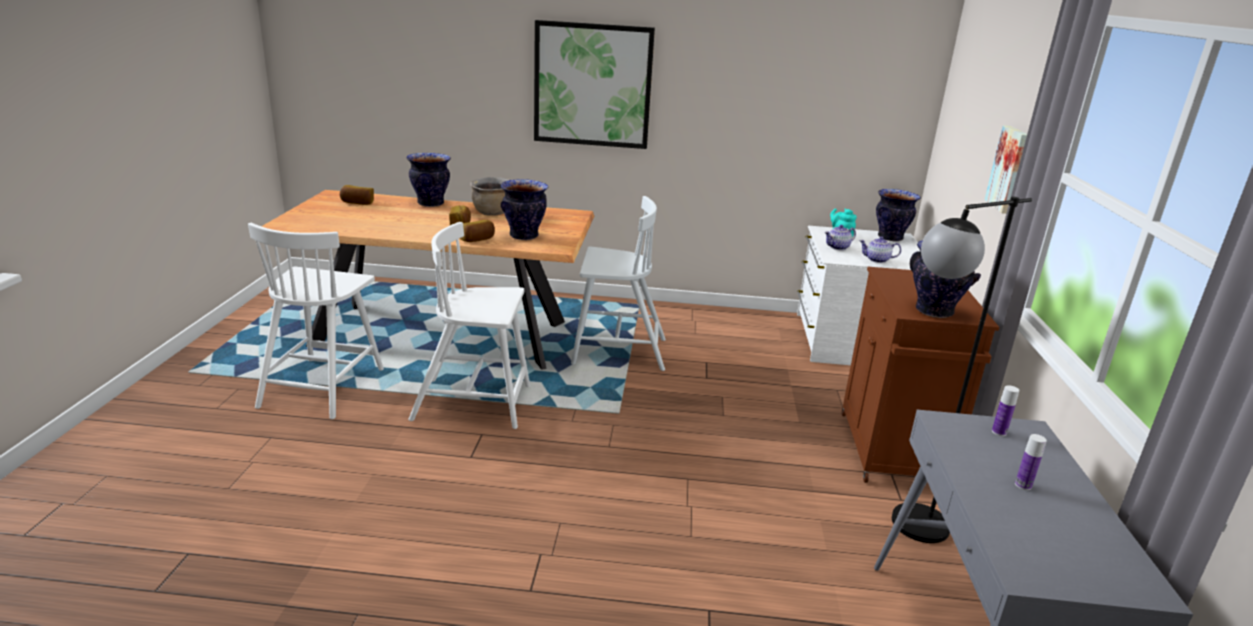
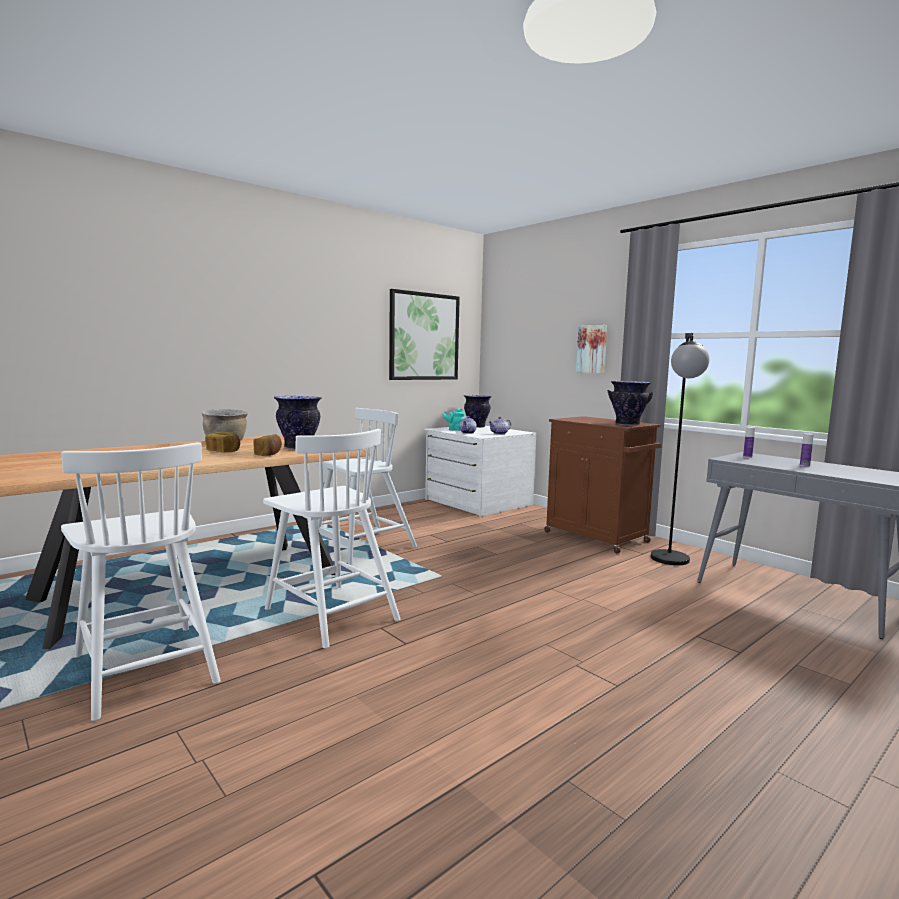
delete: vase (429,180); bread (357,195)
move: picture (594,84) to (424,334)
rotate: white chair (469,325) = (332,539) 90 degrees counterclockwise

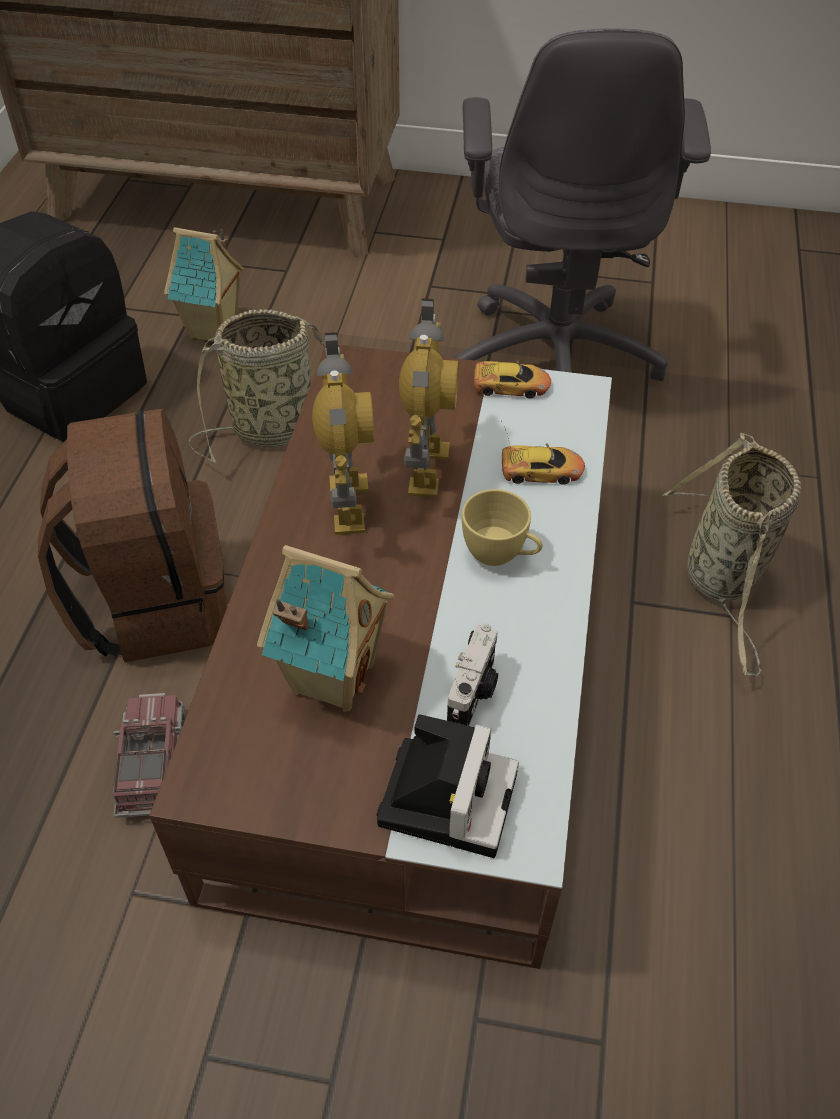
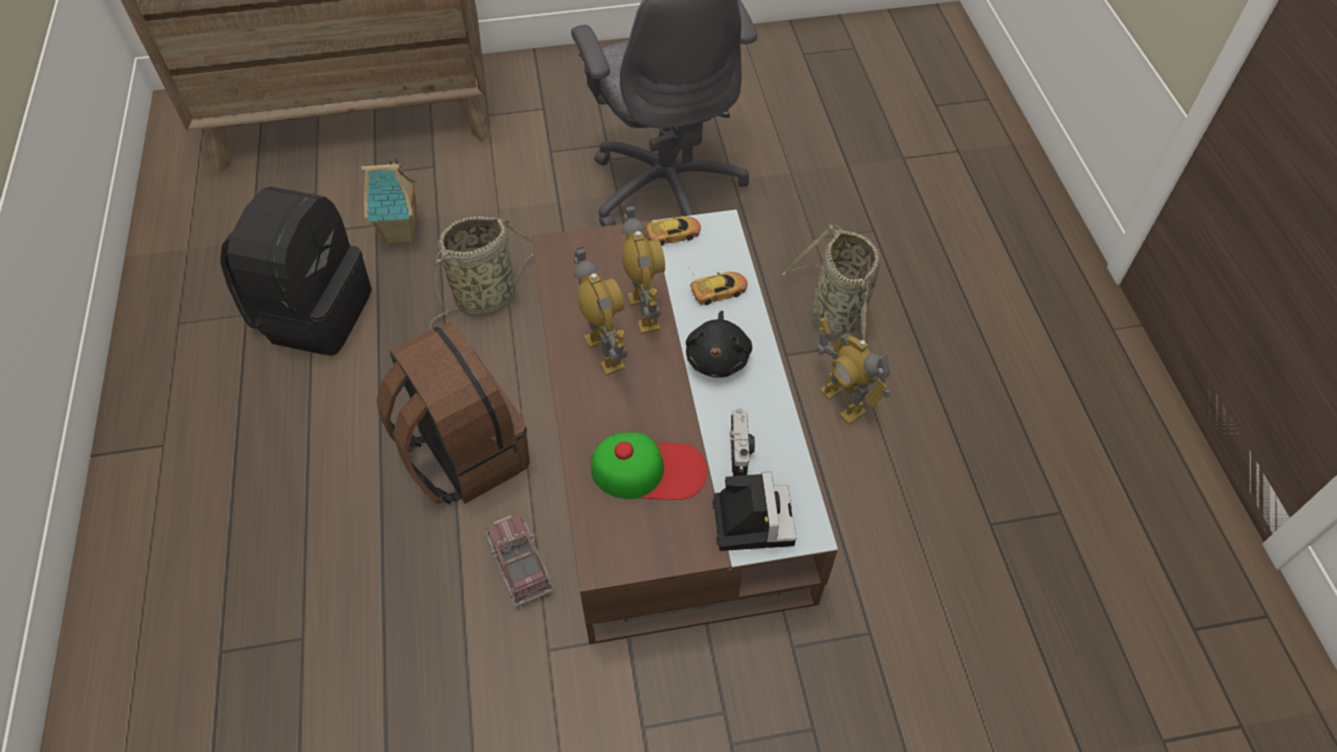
insert: toy robot (853,370)
replace: yellow cup (502,527) to black plush toy (719,344); toy house (325,628) to cap (649,466)

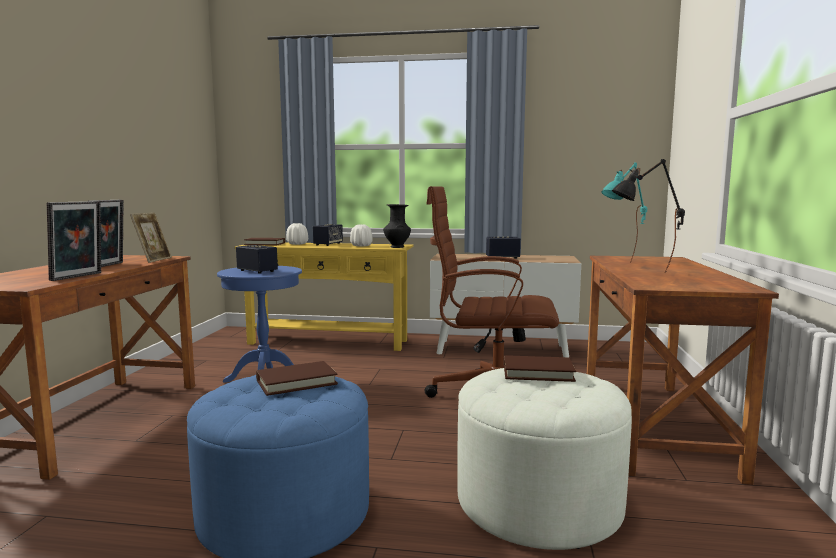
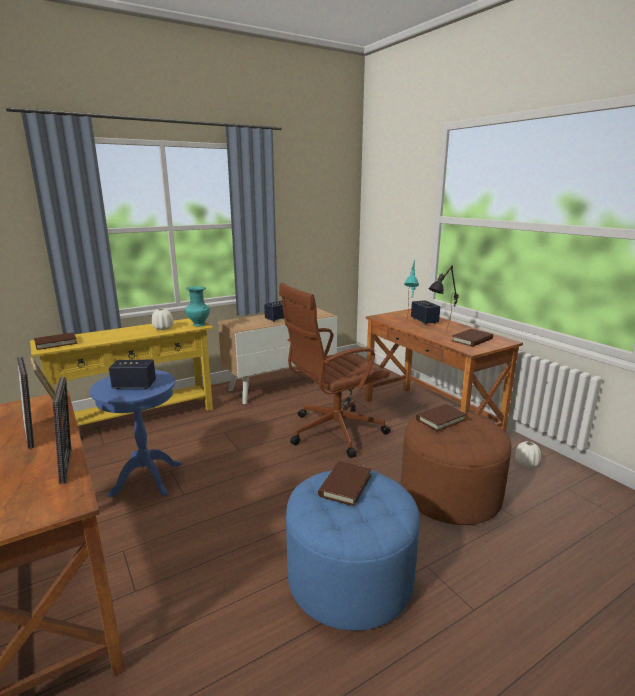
insert: brown book (472,338)
move: white vase (297,234) to (528,454); speaker (328,235) to (425,312)
recolor: black vase (397,226) to turquoise vase (197,306); white ottoman (544,459) to brown ottoman (456,468)

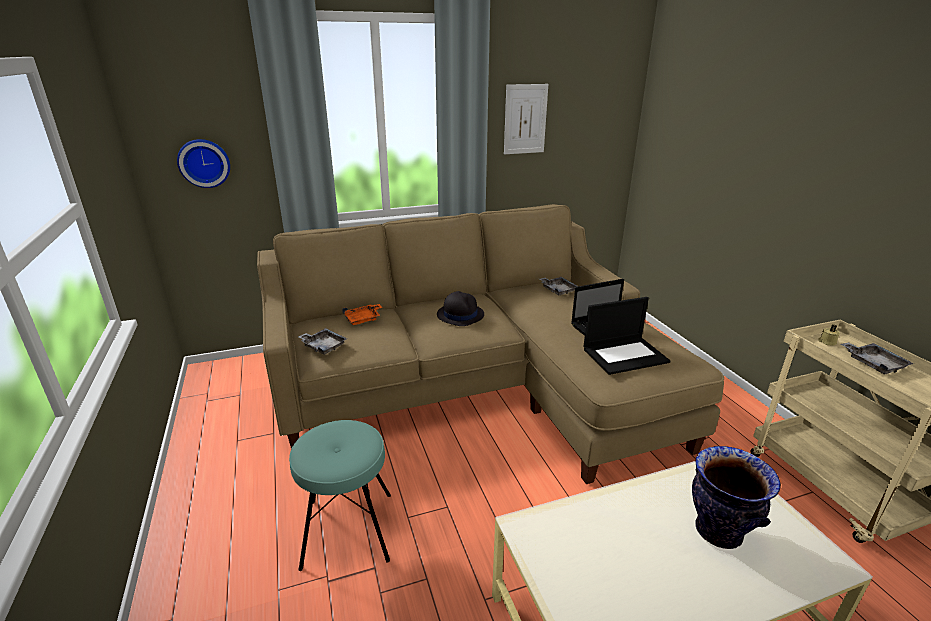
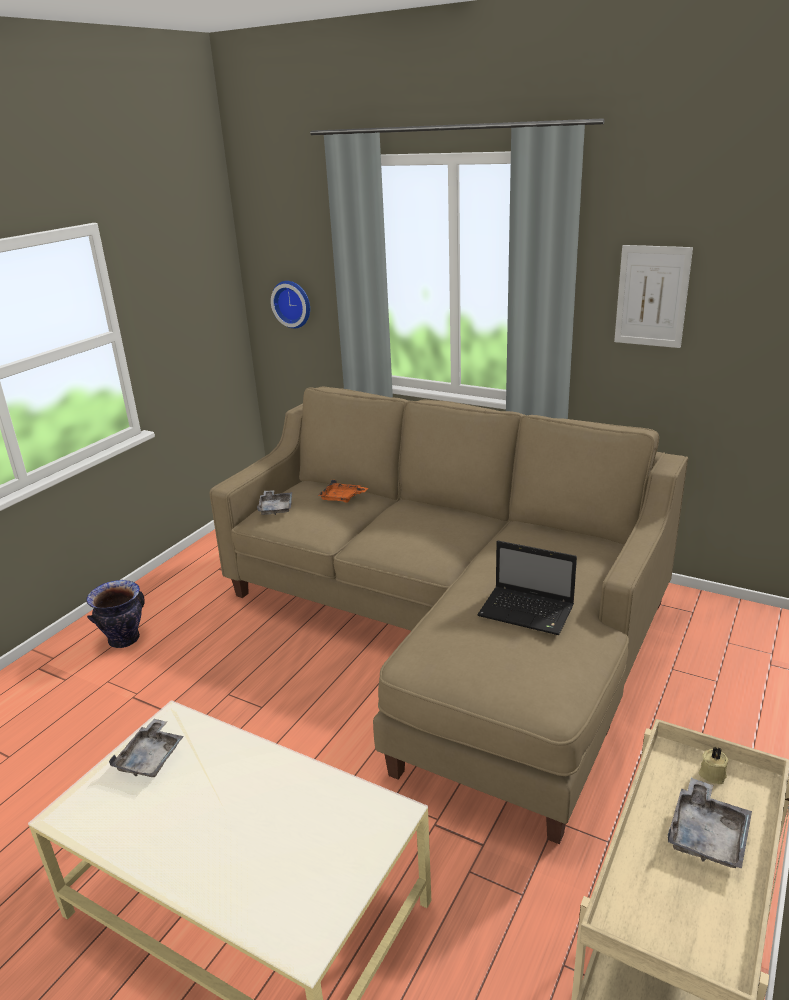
delete: black hat (460,308); laptop (627,336); turquoise stool (340,495)
move: grey tray (558,286) to (146,748); vase (736,497) to (115,614)

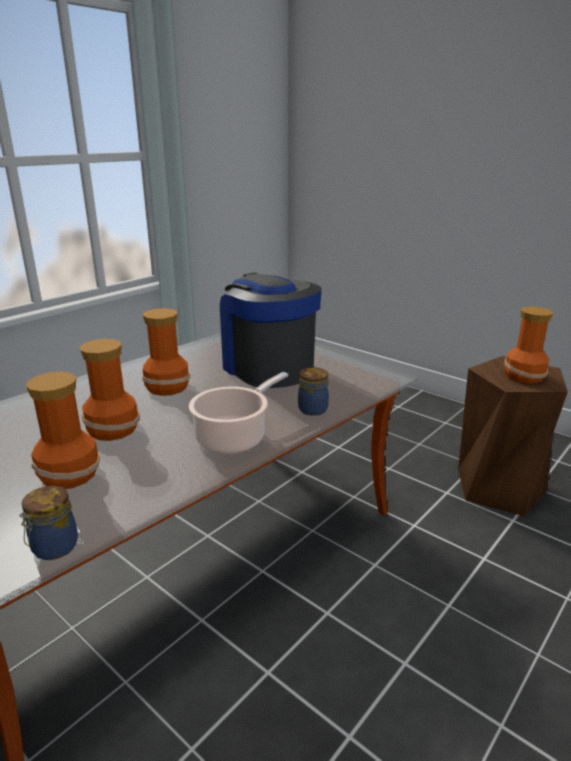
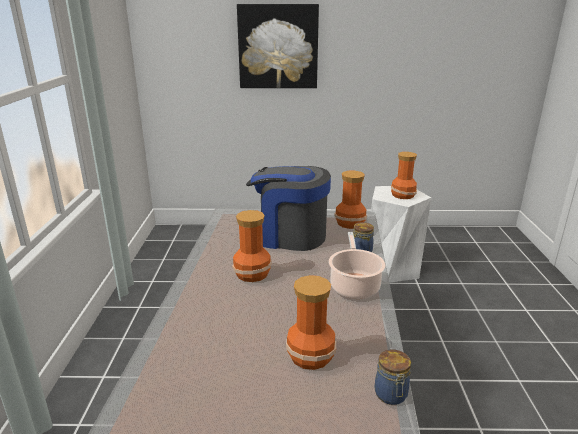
insert: picture (278,46)
move: vase (110,390) to (351,199)
recolor: brown stool (513,436) to white stool (401,234)

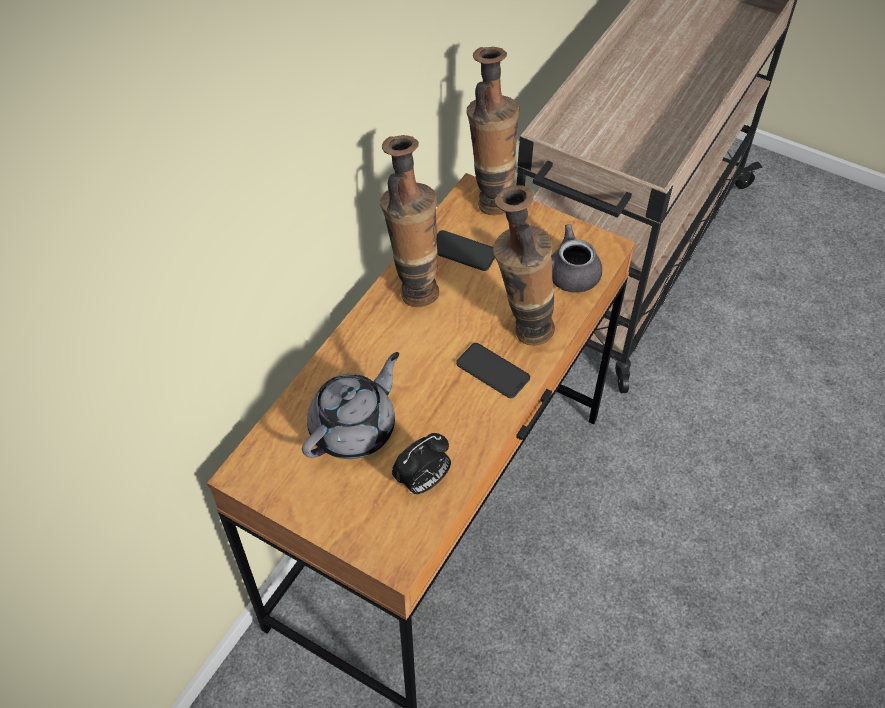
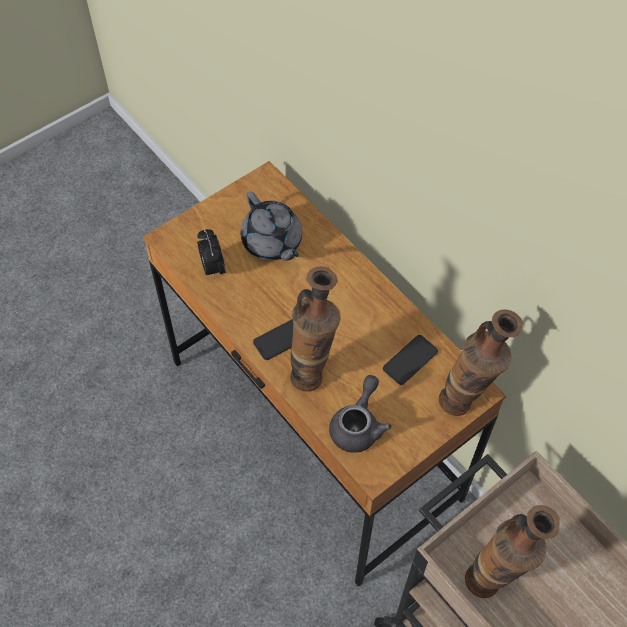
move: vase (409,221) to (512,551)

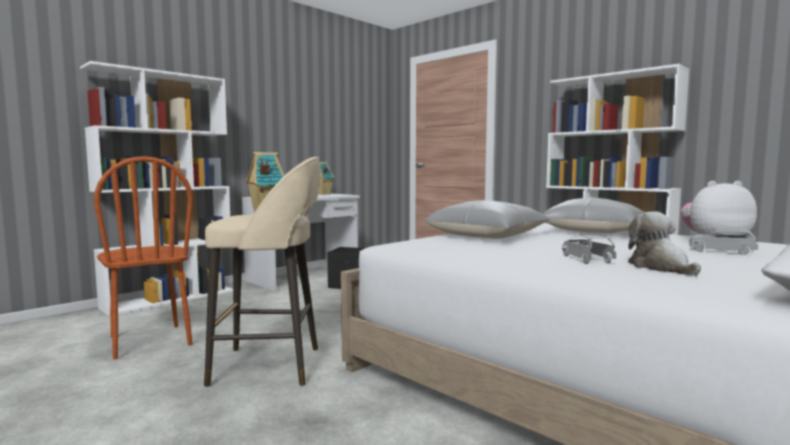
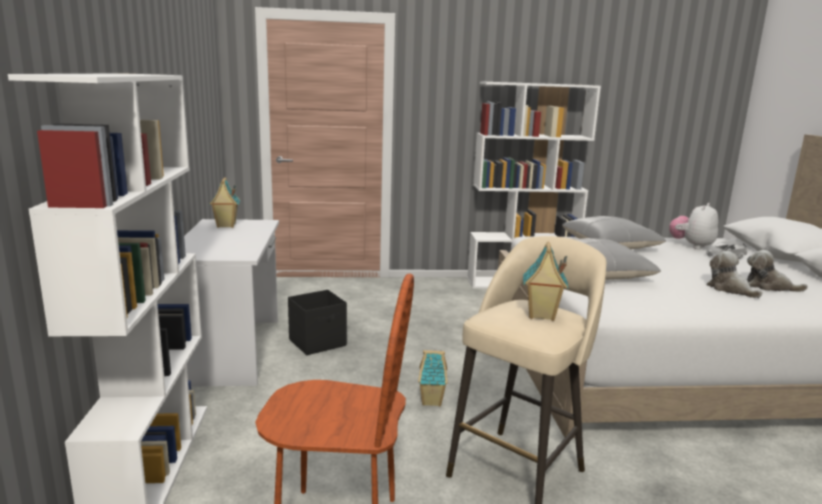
insert: toy house (432,378)
replace: grey toy car (589,249) to plush toy (734,274)

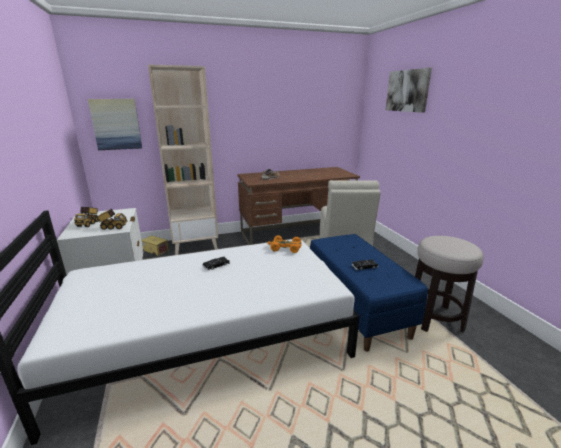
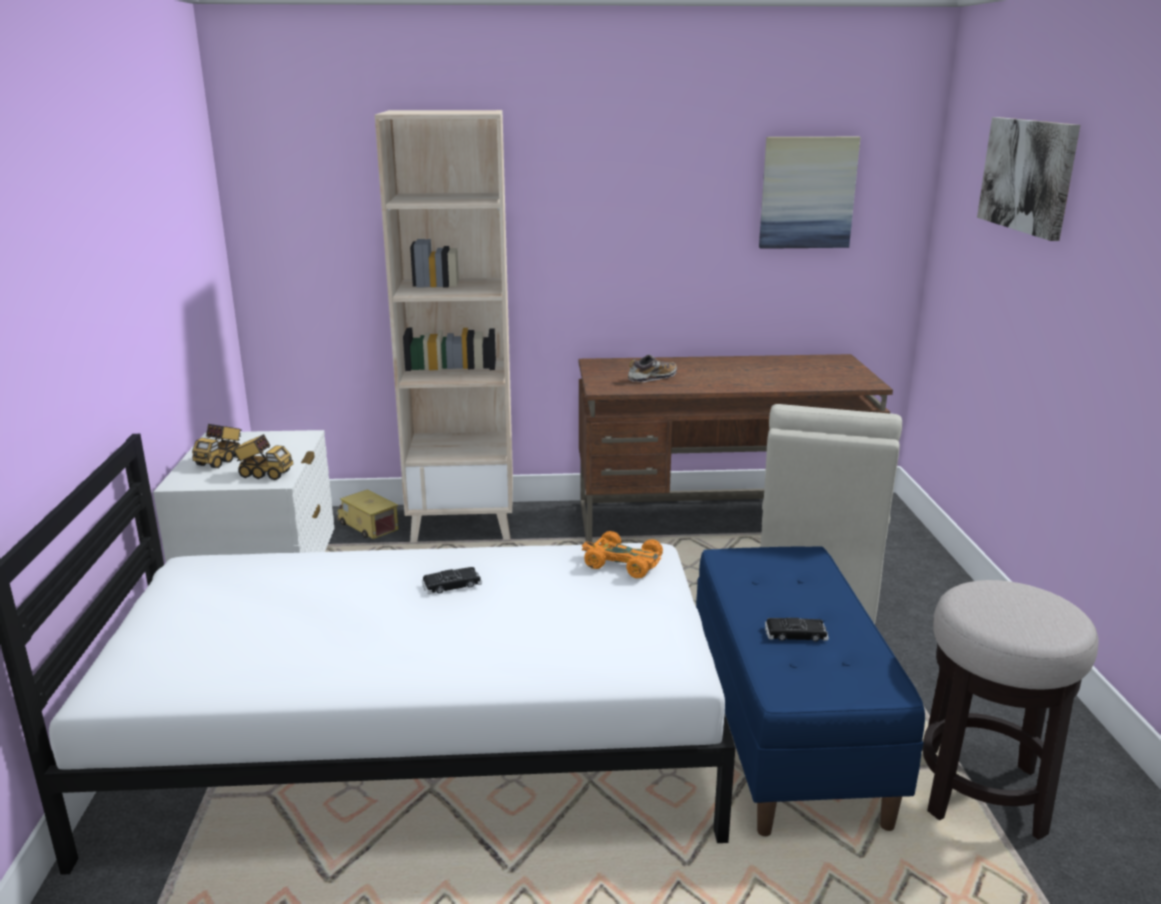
move: picture (115,124) to (809,193)

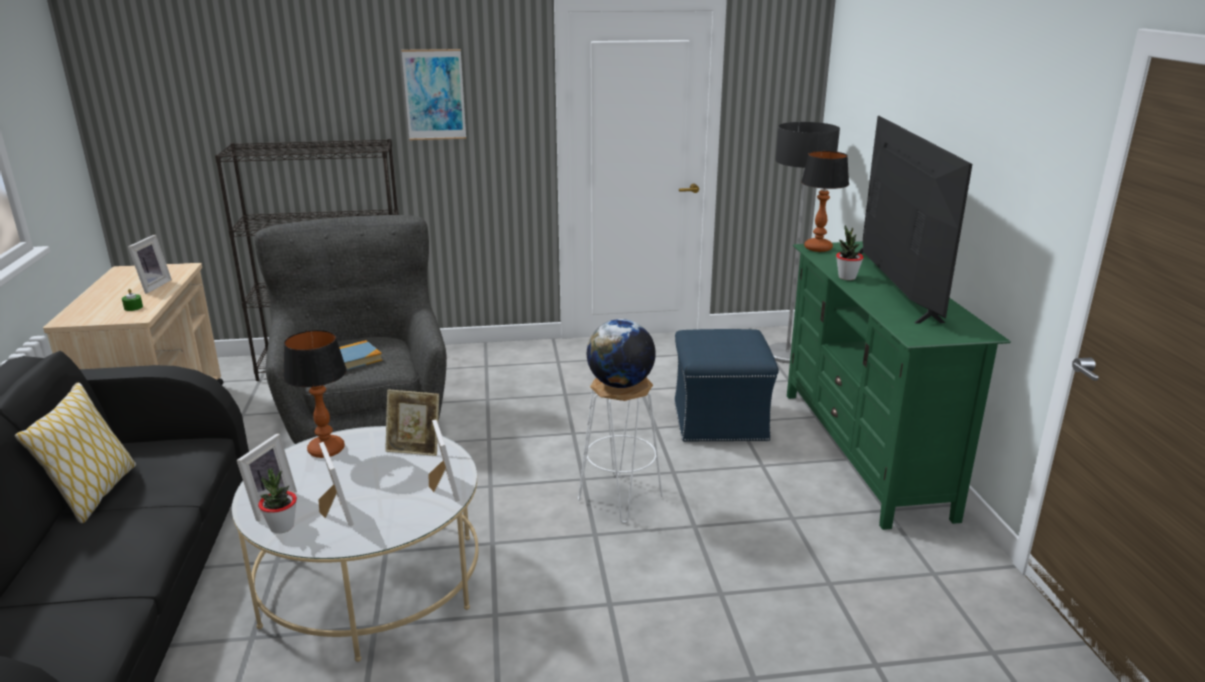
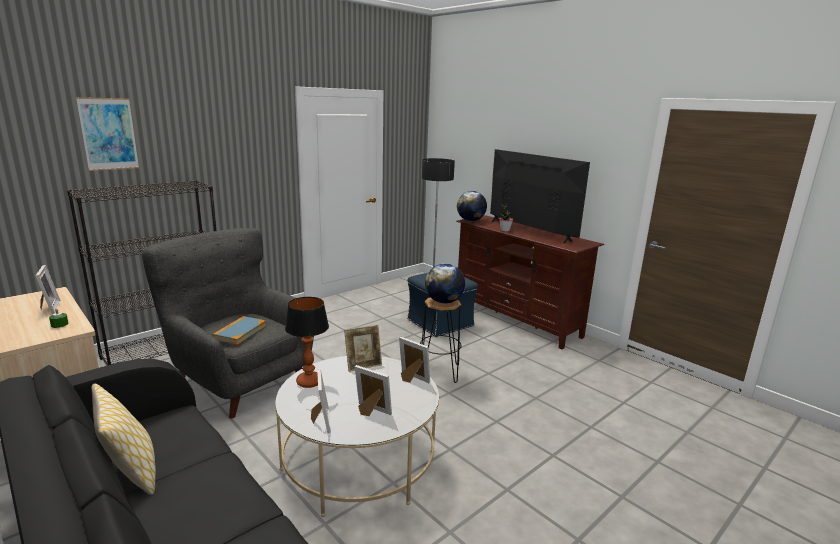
delete: potted plant (277,501)
move: picture (433,94) to (107,134)
replace: table lamp (825,201) to globe (472,206)
recolor: green tv stand (899,385) to brown tv stand (530,282); white stool (620,450) to black stool (441,340)

